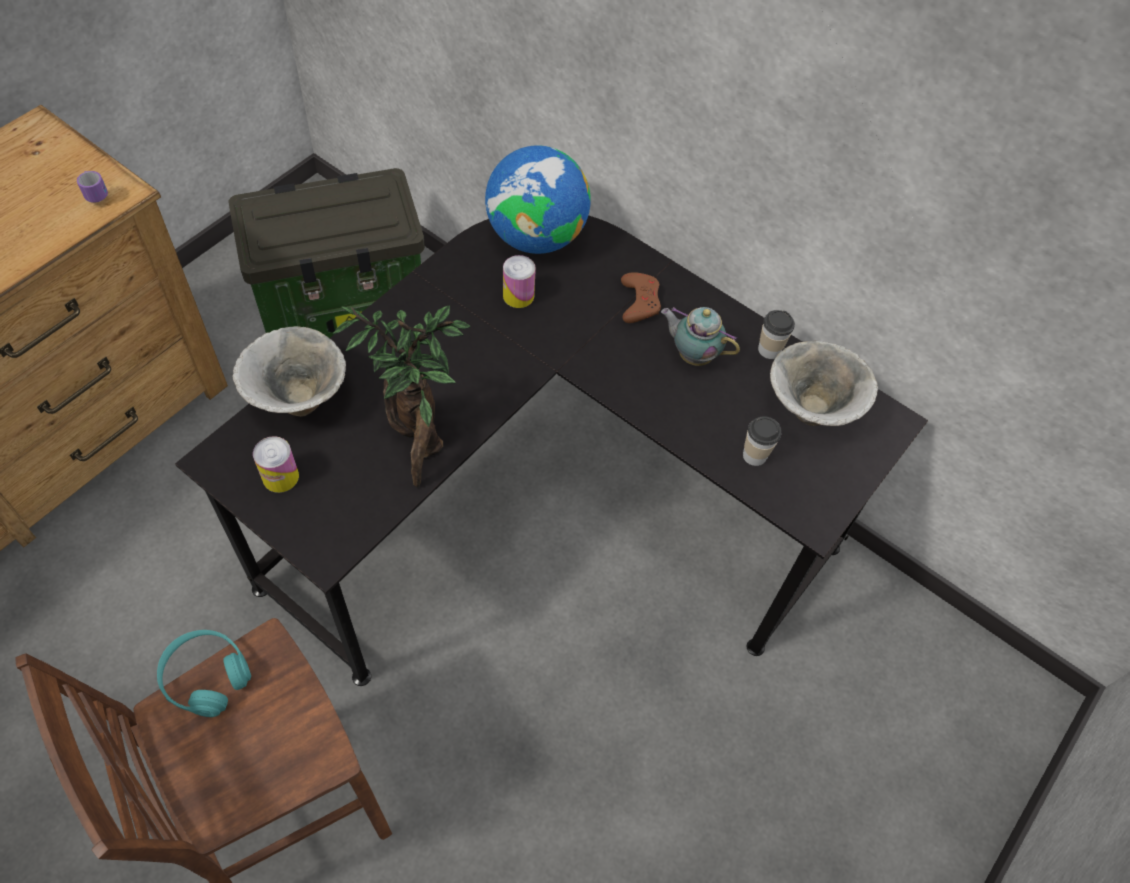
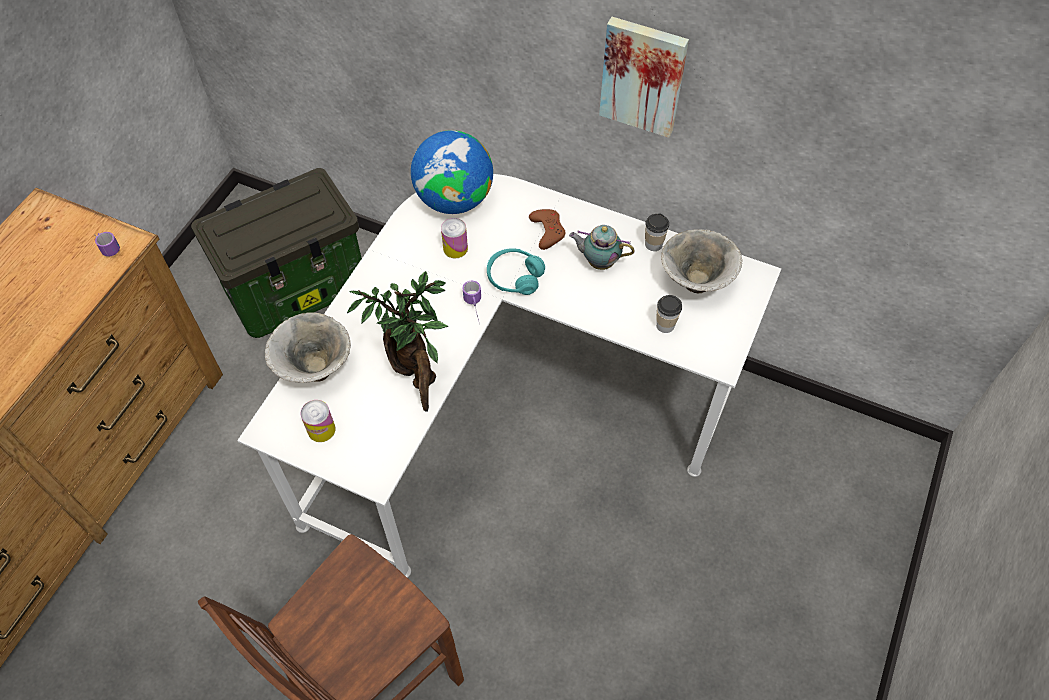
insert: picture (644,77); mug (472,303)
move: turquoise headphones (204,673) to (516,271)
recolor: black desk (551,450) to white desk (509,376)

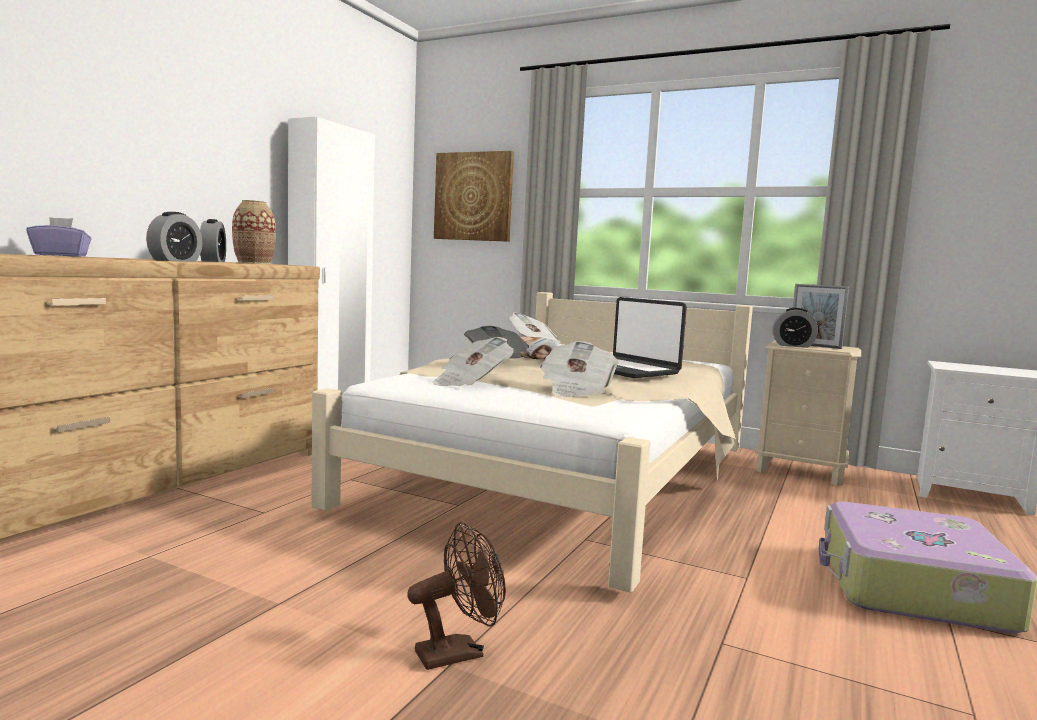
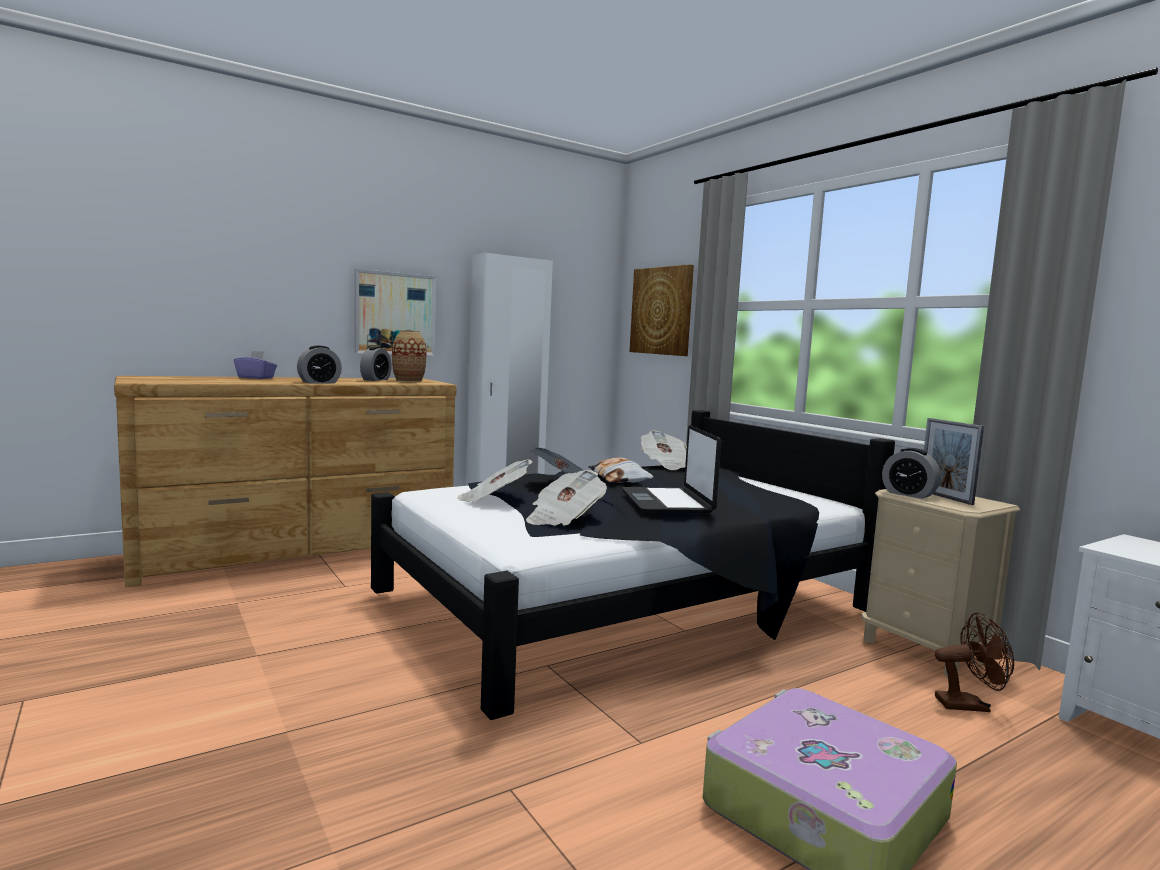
insert: picture (395,312)
move: brown fan (456,596) to (974,662)
recolor: beige bed (532,442) to black bed (633,565)

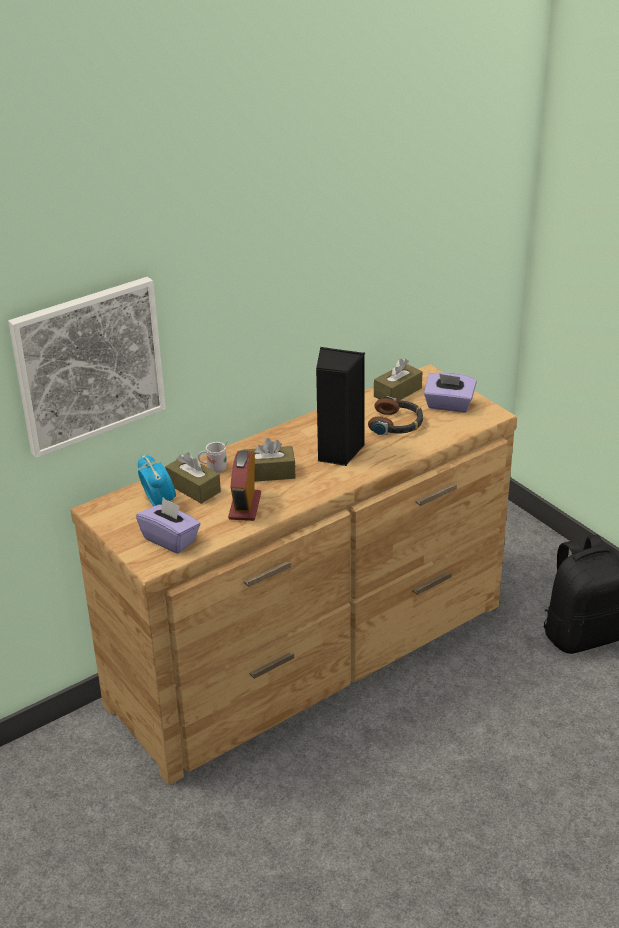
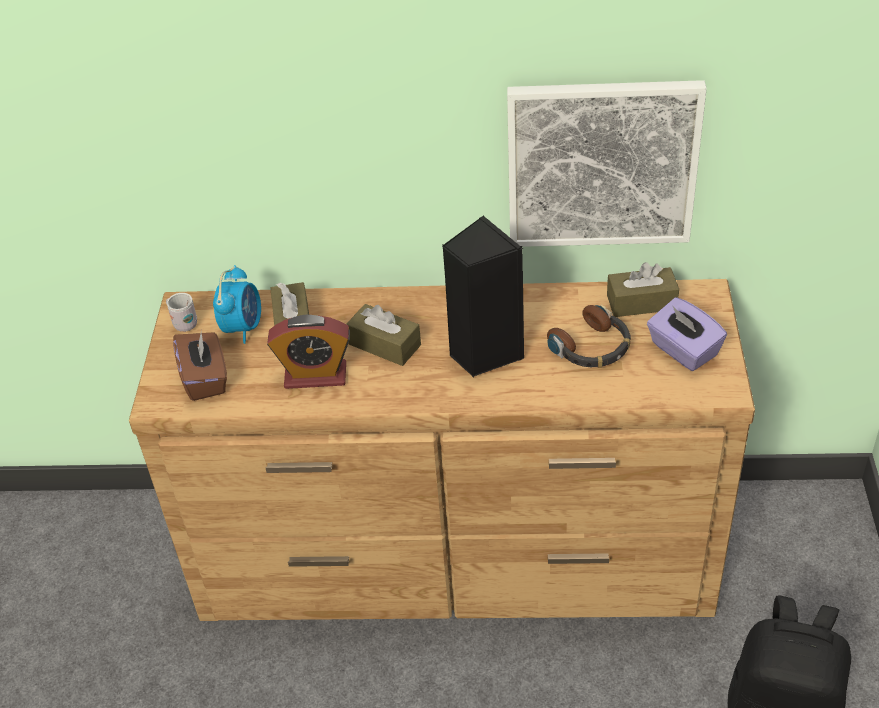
move: picture (87,367) to (607,163); white mug (212,457) to (181,312)
recolor: purple tissue box (168,526) to brown tissue box (200,365)
rotate: alarm clock (244,485) = (308,352) 135 degrees counterclockwise

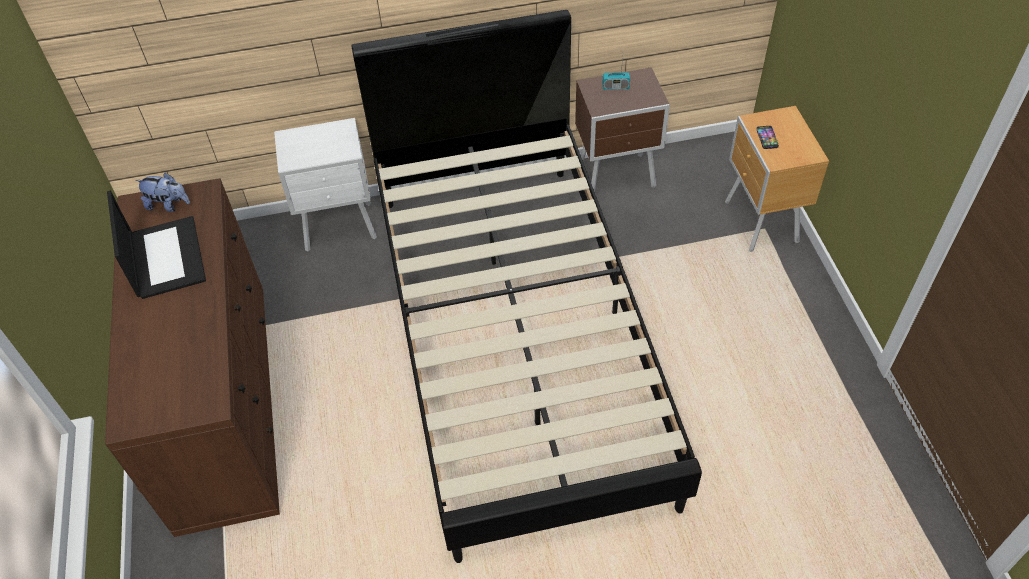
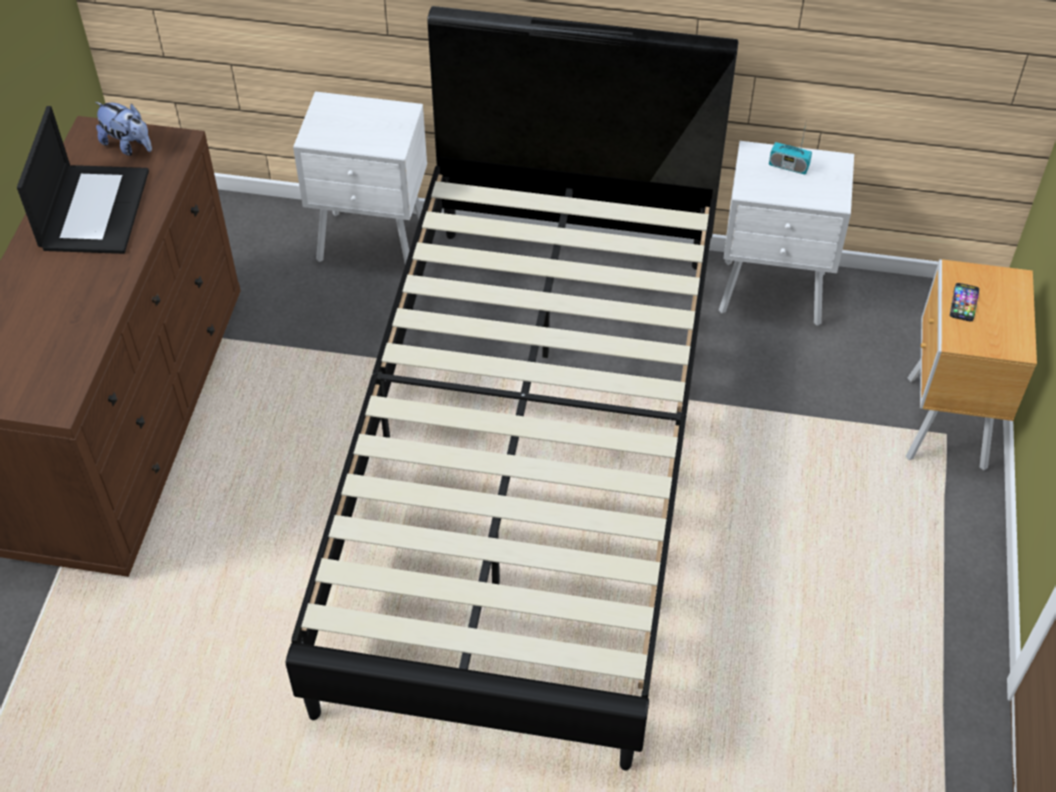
recolor: brown nightstand (622,129) to white nightstand (786,233)

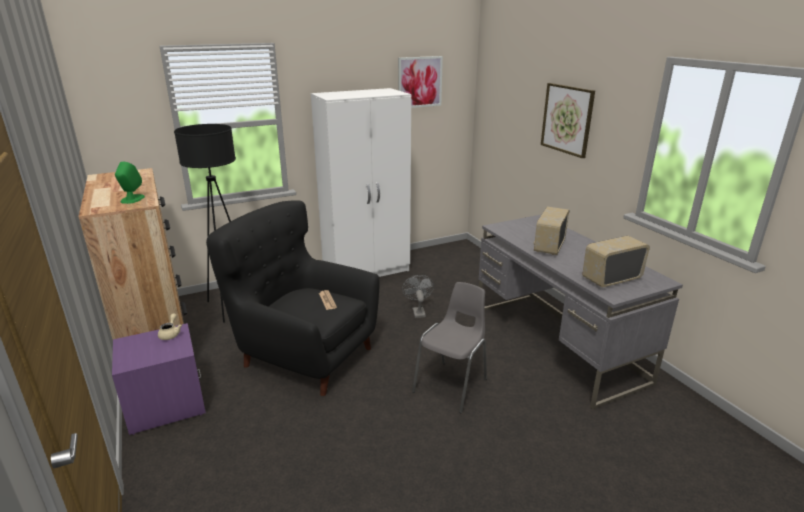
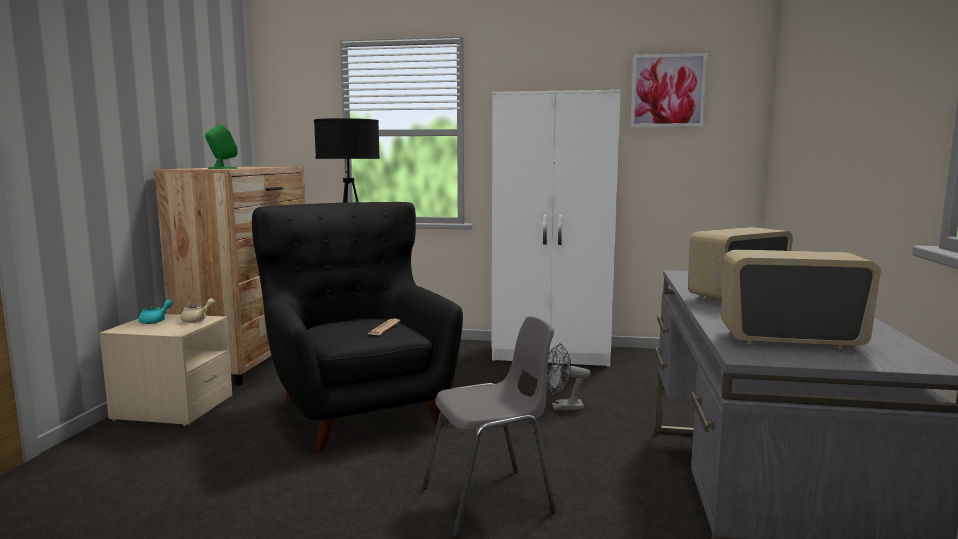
delete: picture (568,120)
insert: turquoise teapot (155,311)
recolor: purple nightstand (159,379) to beige nightstand (165,370)
rotate: grey fan (418,296) = (569,377) 120 degrees counterclockwise

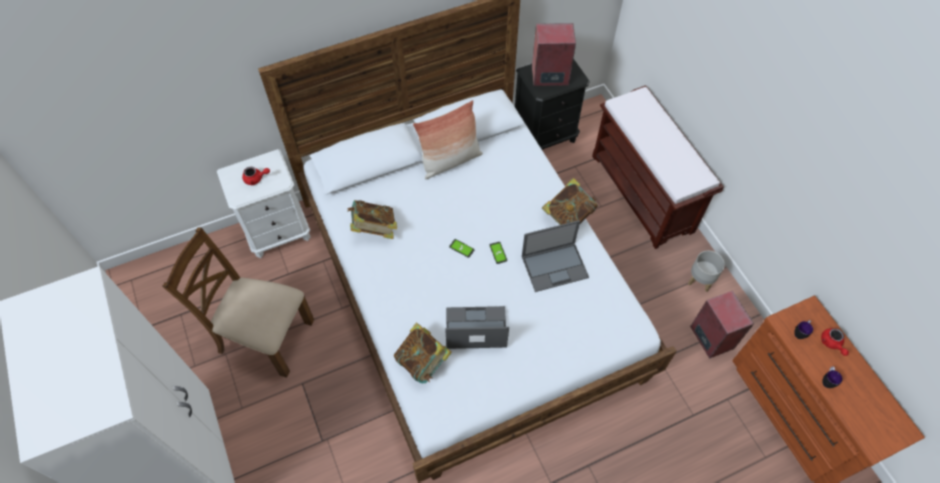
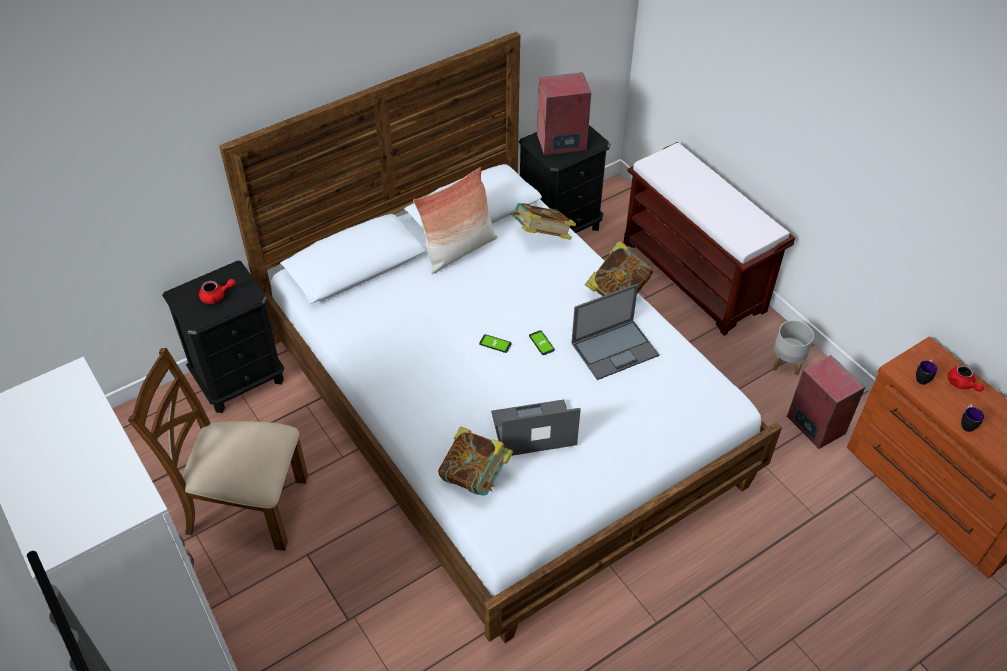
move: book (372,219) to (543,221)
recolor: white nightstand (263,203) to black nightstand (223,336)

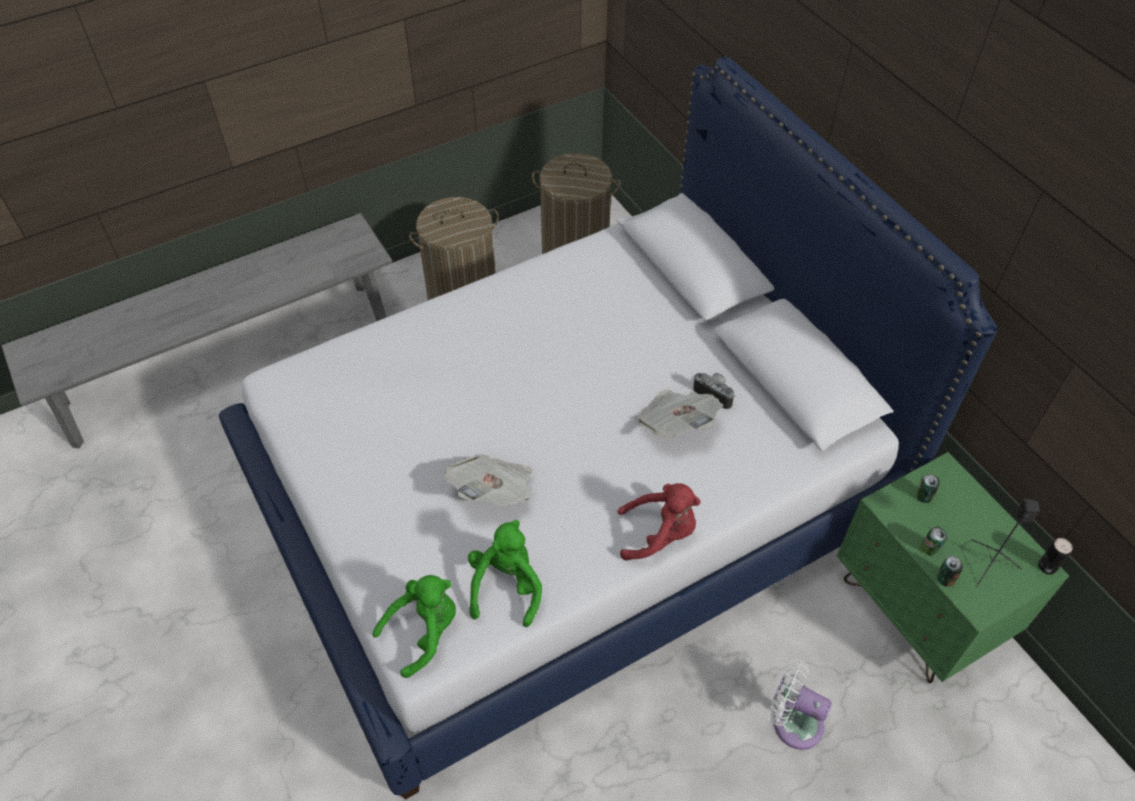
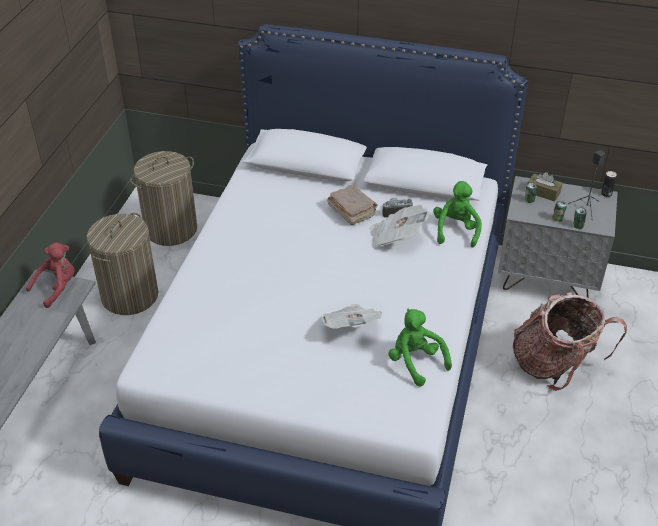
insert: brown tissue box (545,187); brown book (352,205)
move: red plush toy (659,522) to (50,275); green plush toy (414,626) to (457,214)
replace: white fan (800,704) to backpack (570,341)
recolor: green nightstand (953,567) to grey nightstand (558,237)

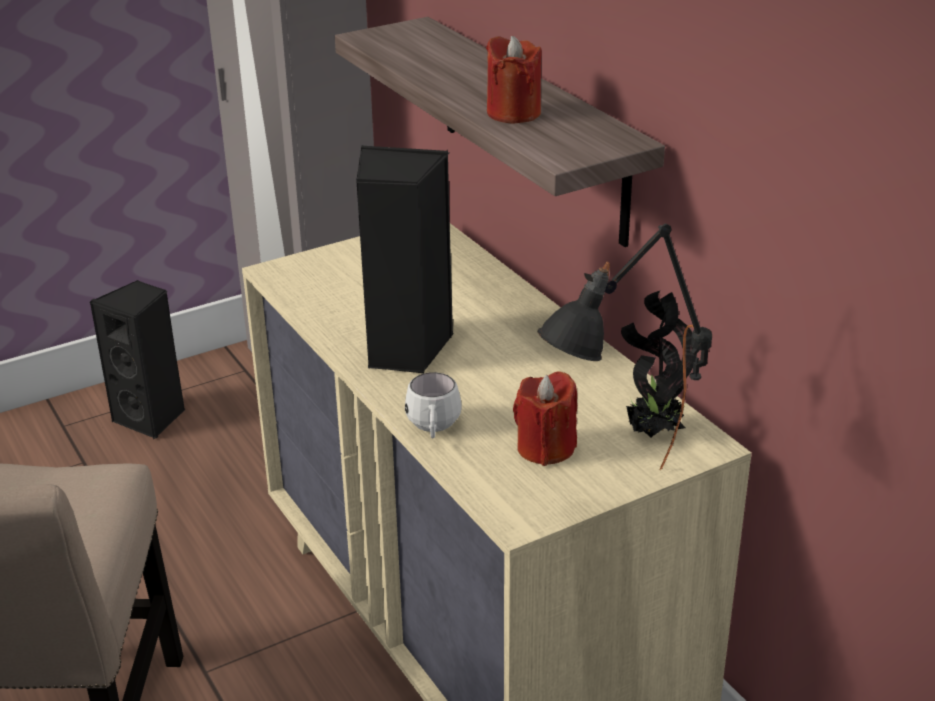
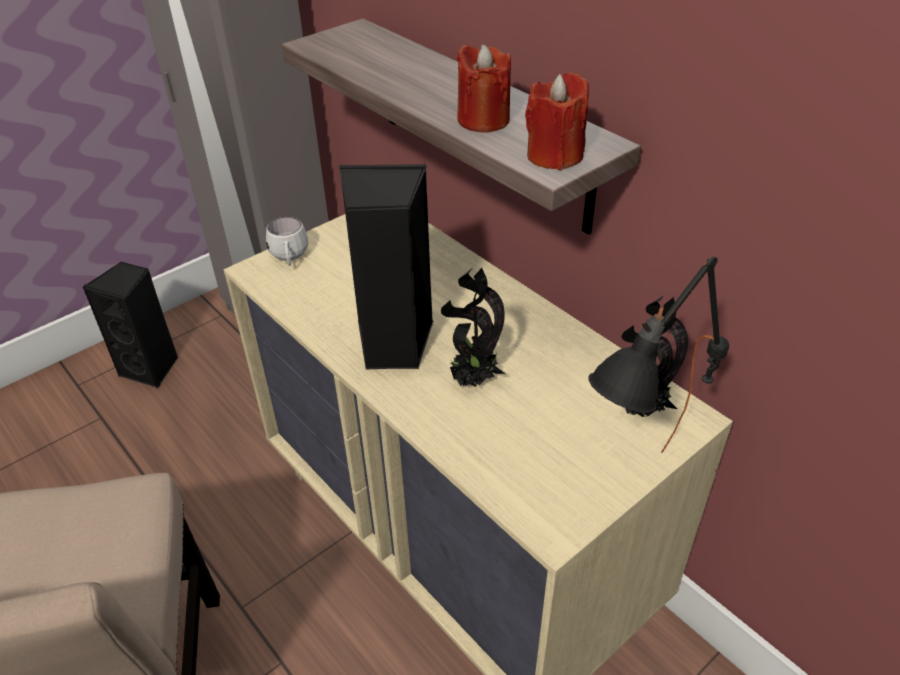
insert: potted plant (473,327)
move: red candle (545,418) to (557,121); white mug (433,405) to (287,241)

